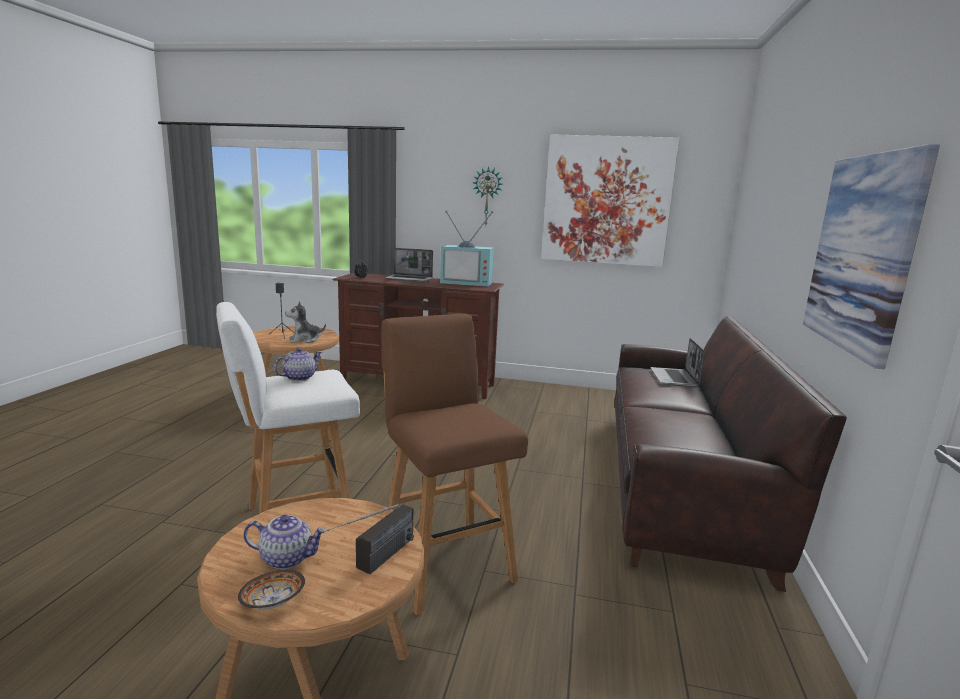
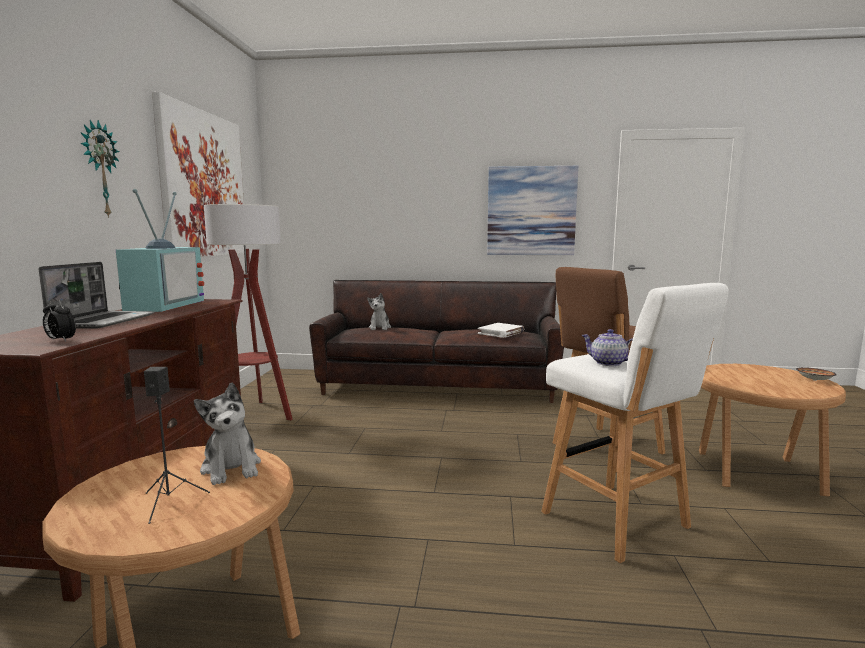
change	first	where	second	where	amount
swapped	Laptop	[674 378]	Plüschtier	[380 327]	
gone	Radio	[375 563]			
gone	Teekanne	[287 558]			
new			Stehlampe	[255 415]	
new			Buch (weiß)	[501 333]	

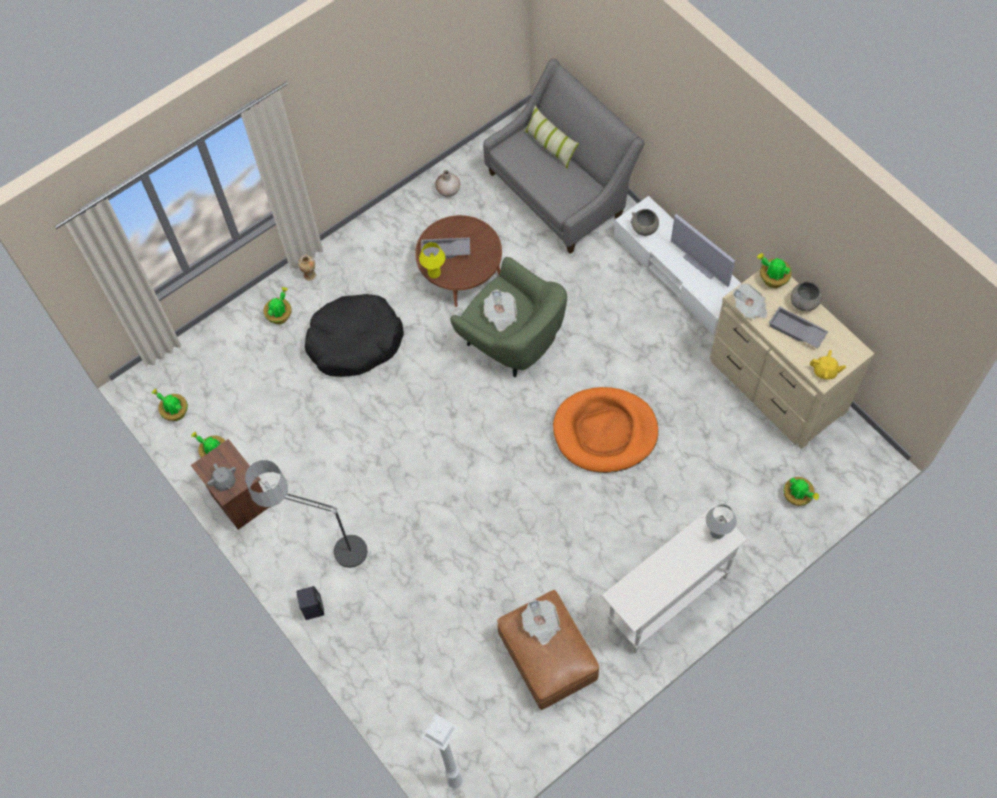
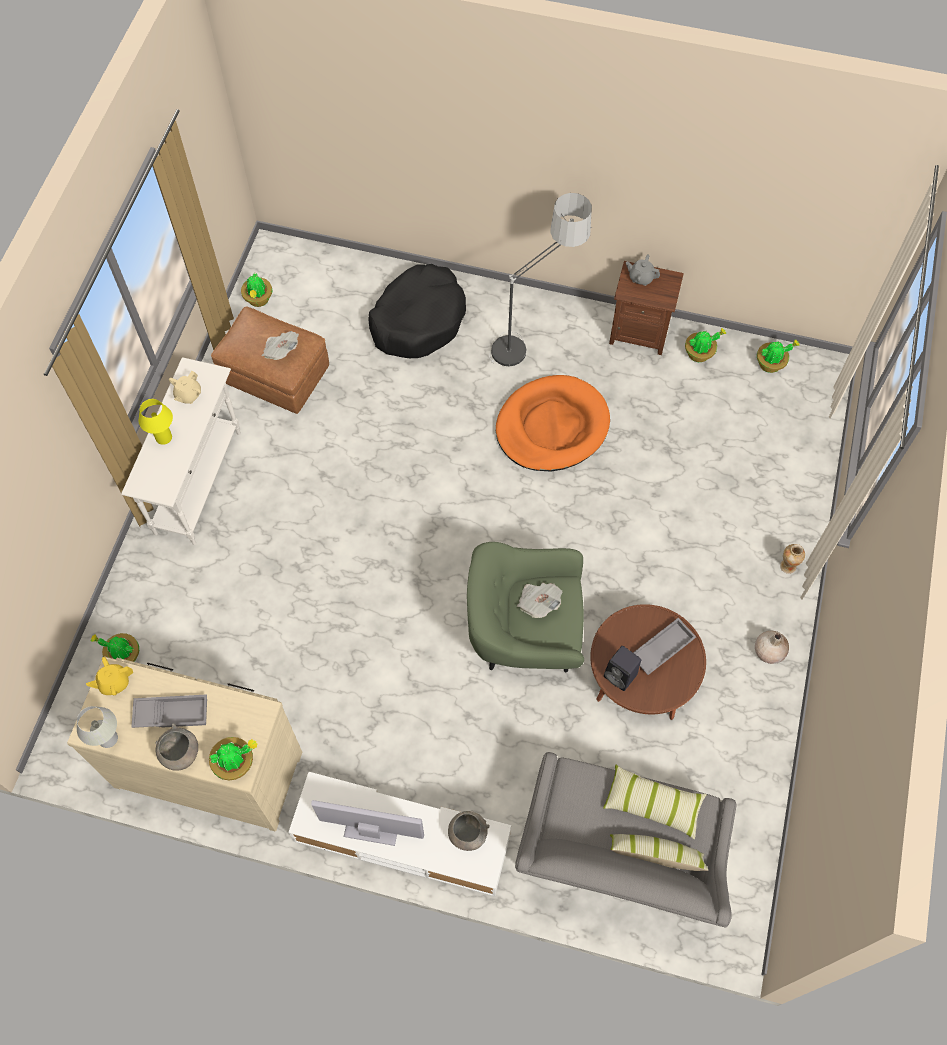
change	first	where	second	where	amount
shifted	Vase (beige)	[448 190]		[768 651]	
shifted	Tischlampe (gelb)	[434 273]		[164 438]	
gone	Zeitung	[749 308]			
shifted	Topfpflanze	[280 315]		[258 300]	
shifted	Hundebett (schwarz)	[355 342]		[418 320]	
shifted	Hundebett (orange)	[605 432]		[552 427]	
shifted	Tischlampe (weiß)	[717 532]		[108 739]	
shifted	Lautsprecher (schwarz)	[312 607]		[621 676]	
gone	Stehlampe (weiß)	[454 779]			
new			Teekanne (beige)	[188 395]	
new			Kissen	[653 804]	

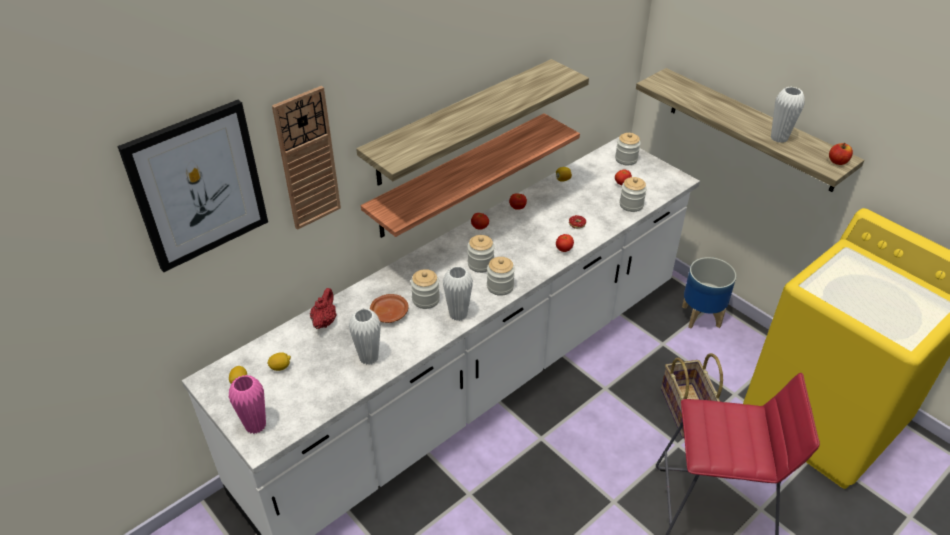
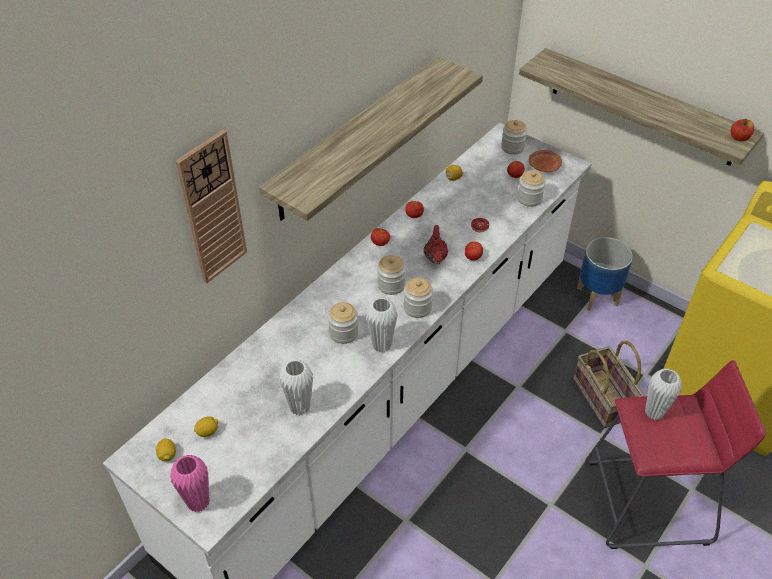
change	first	where	second	where	amount
shifted	Vase (weiß)	[779 138]		[654 412]	
gone	Bild	[198 186]			
gone	Wandregal	[459 175]			
shifted	Teekanne (rot)	[324 321]		[435 257]	
shifted	Teller (braun)	[389 313]		[544 165]	

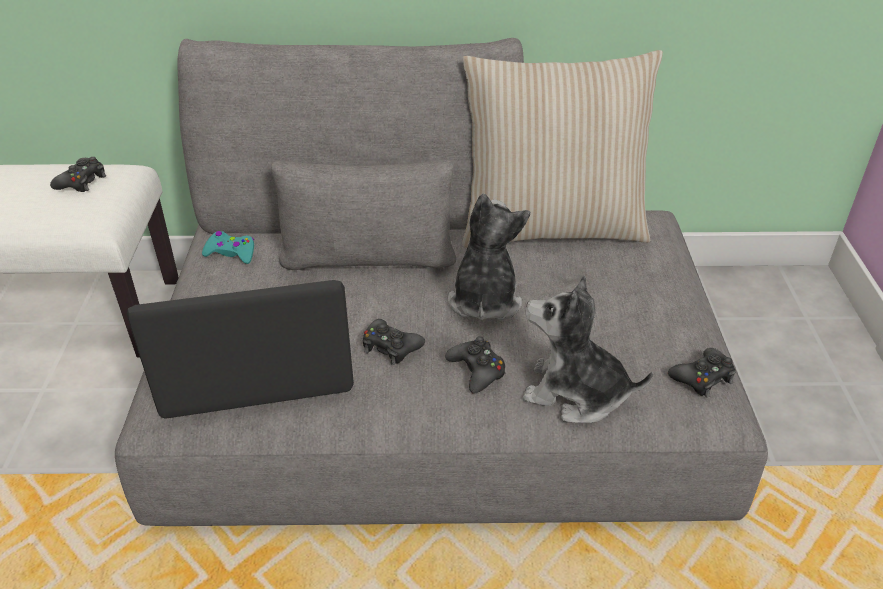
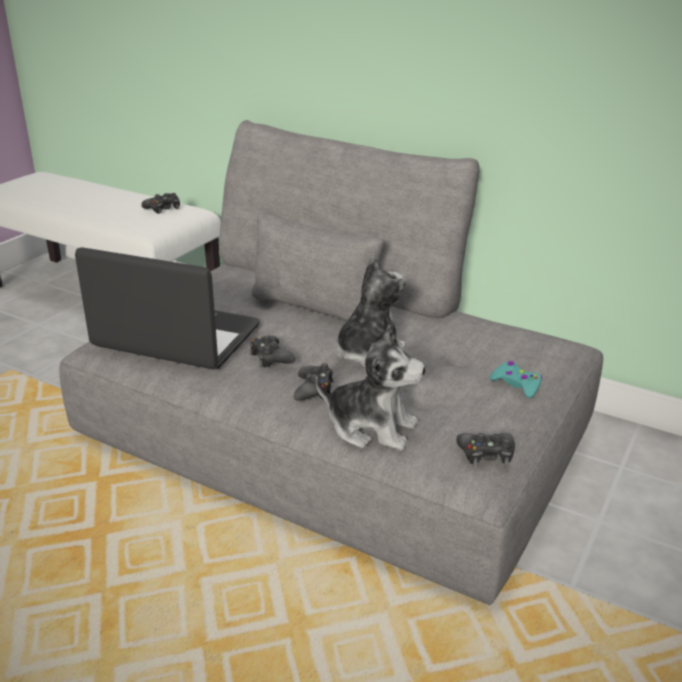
change	first	where	second	where	amount
gone	Kissen (beige)	[551 226]			
shifted	Gamepad (türkis)	[231 253]		[516 384]	
rotated	Plüschtier	[575 394]		[371 427]	150 degrees clockwise

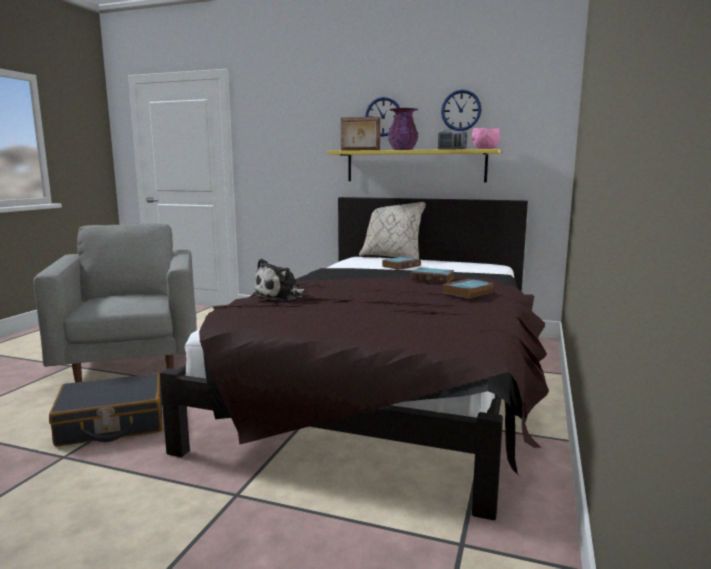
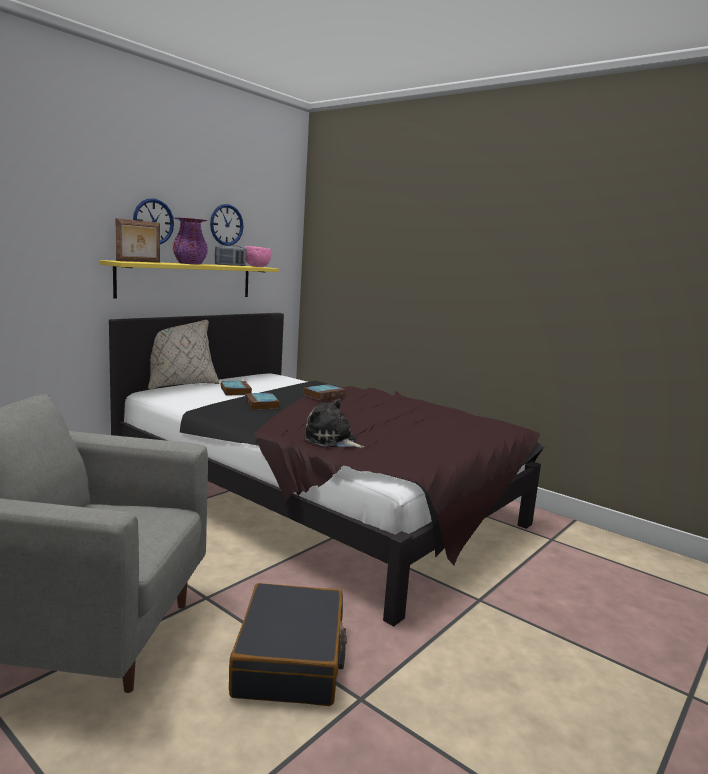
change	first	where	second	where	amount
rotated	Plüschtier	[281 296]		[332 440]	150 degrees clockwise
shifted	Buch	[467 292]		[262 405]	

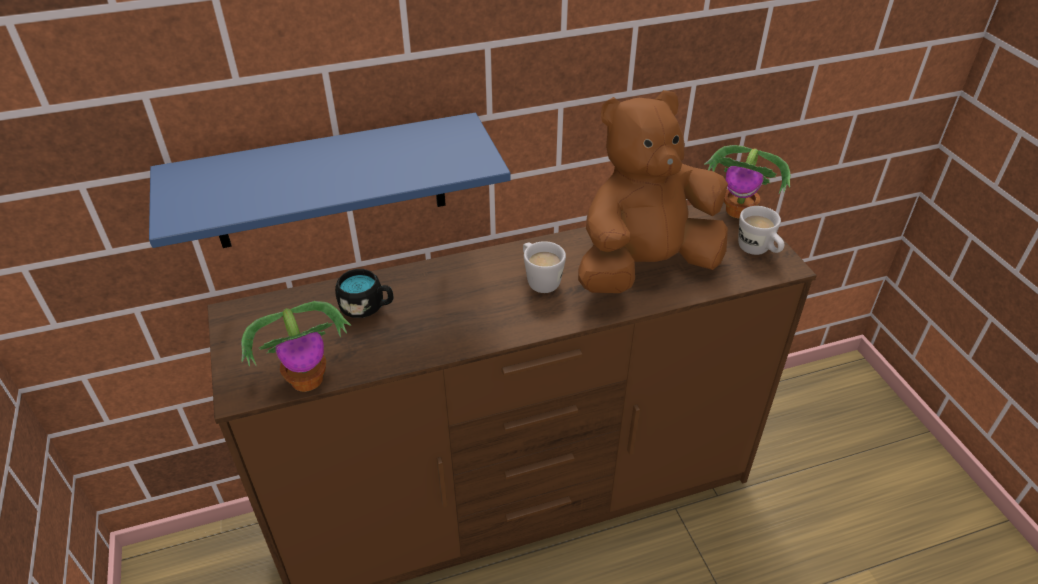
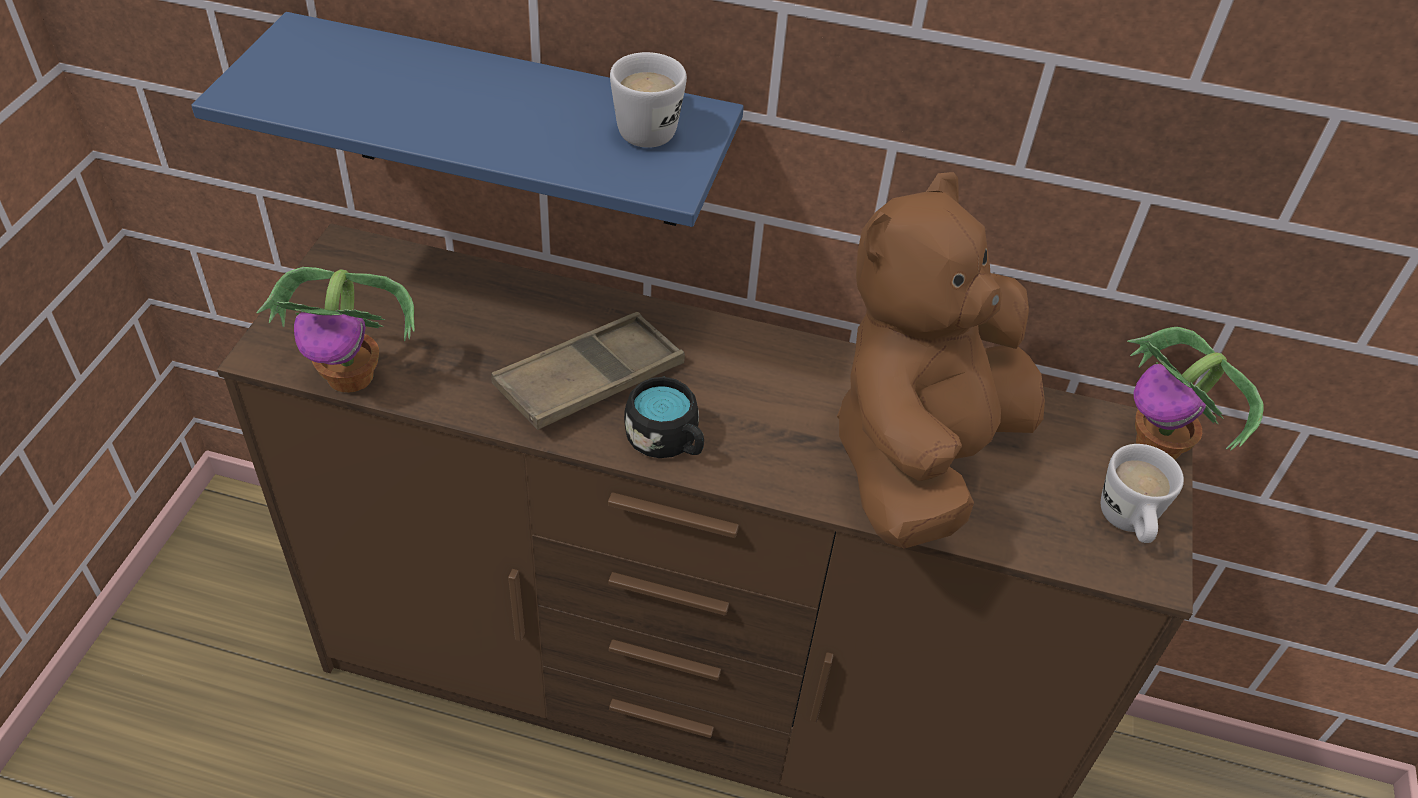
change	first	where	second	where	amount
rotated	Plüschtier (braun)	[644 267]		[921 455]	60 degrees counterclockwise
shifted	Henkelbecher (weiß)	[539 280]		[648 126]	
shifted	Henkelbecher (schwarz)	[367 307]		[668 442]	
new			Tablett (braun)	[590 379]	

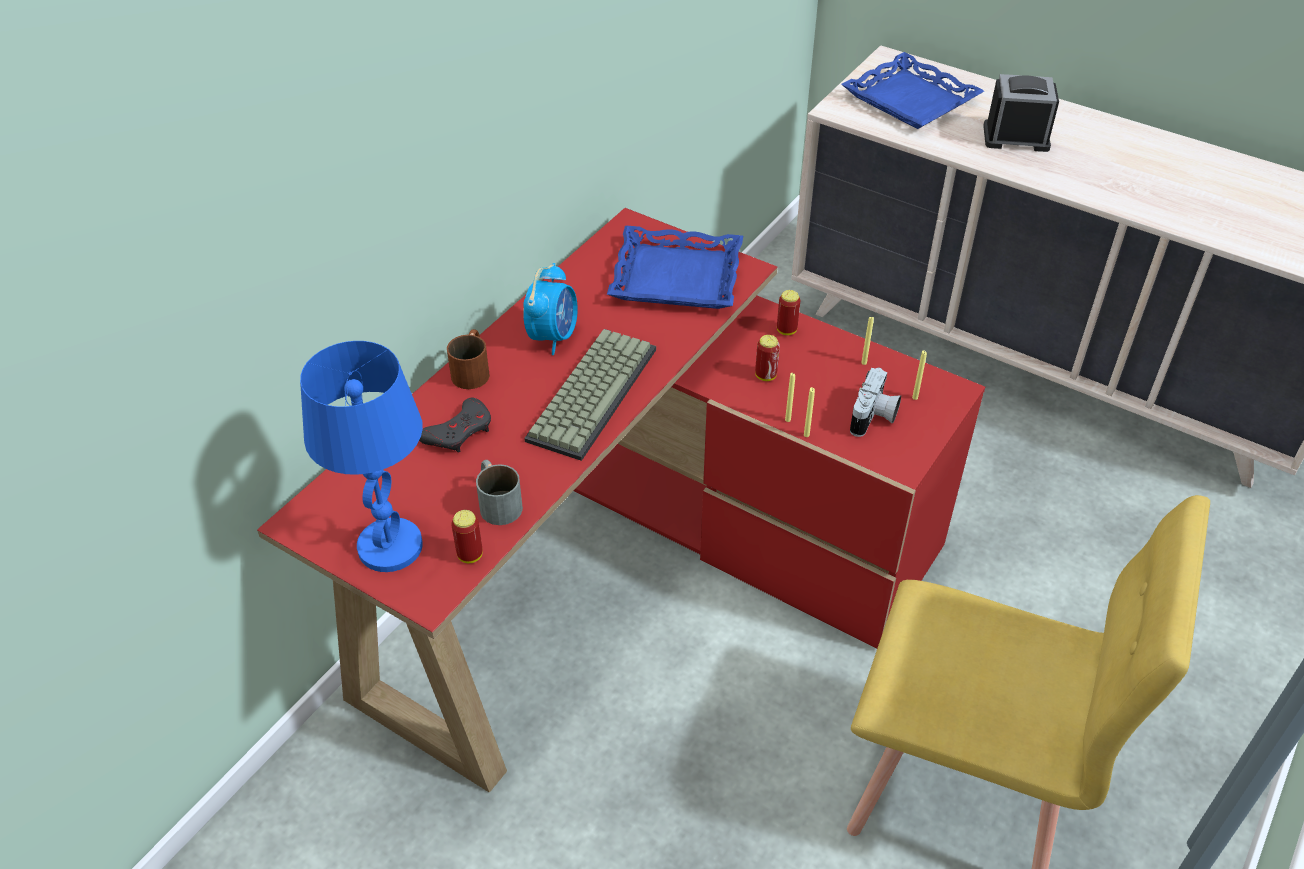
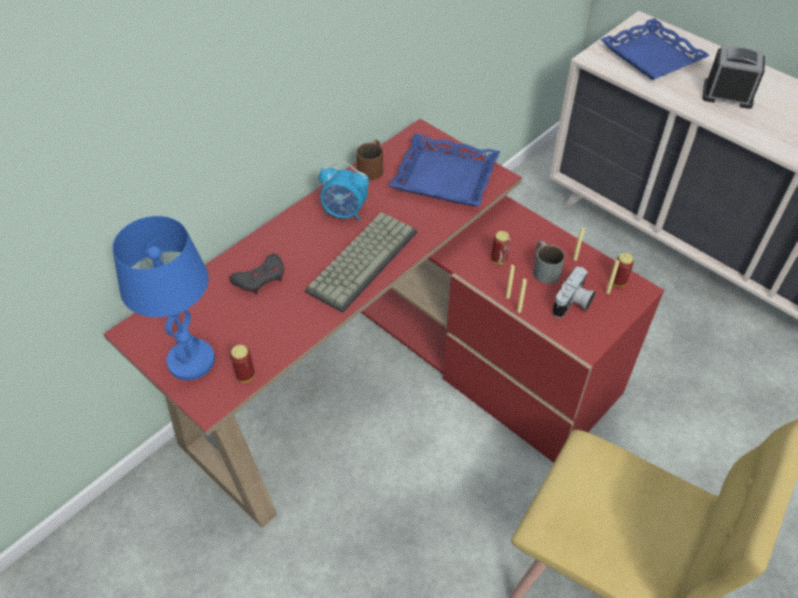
change	first	where	second	where	amount
rotated	Wecker	[553 336]		[345 212]	75 degrees clockwise
shifted	Dose	[786 330]		[618 282]	
shifted	Henkelbecher (braun)	[472 369]		[372 167]	
shifted	Henkelbecher (grau)	[497 501]		[543 268]	

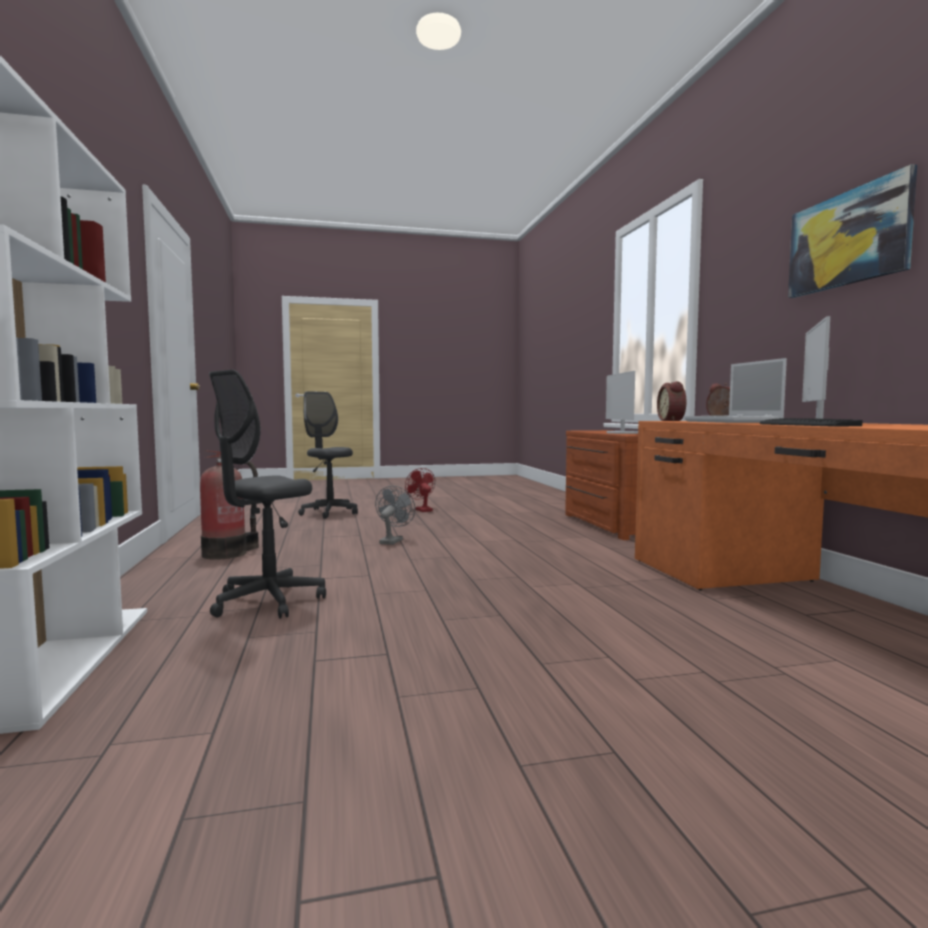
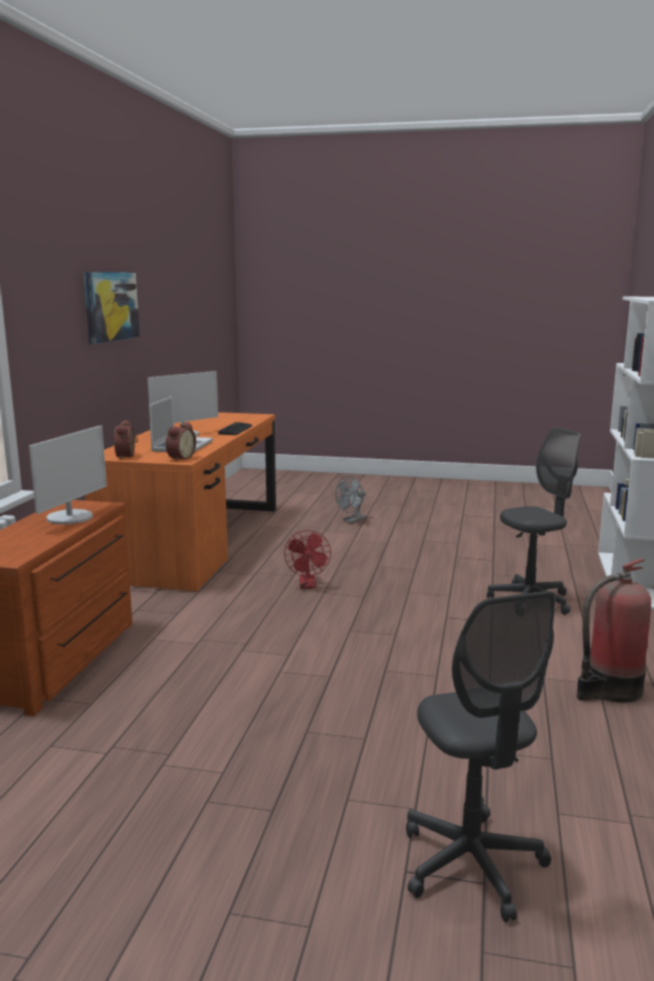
change	first	where	second	where	amount
shifted	Ventilator (rot)	[421 510]		[308 585]	
shifted	Ventilator (grau)	[392 541]		[352 521]	

